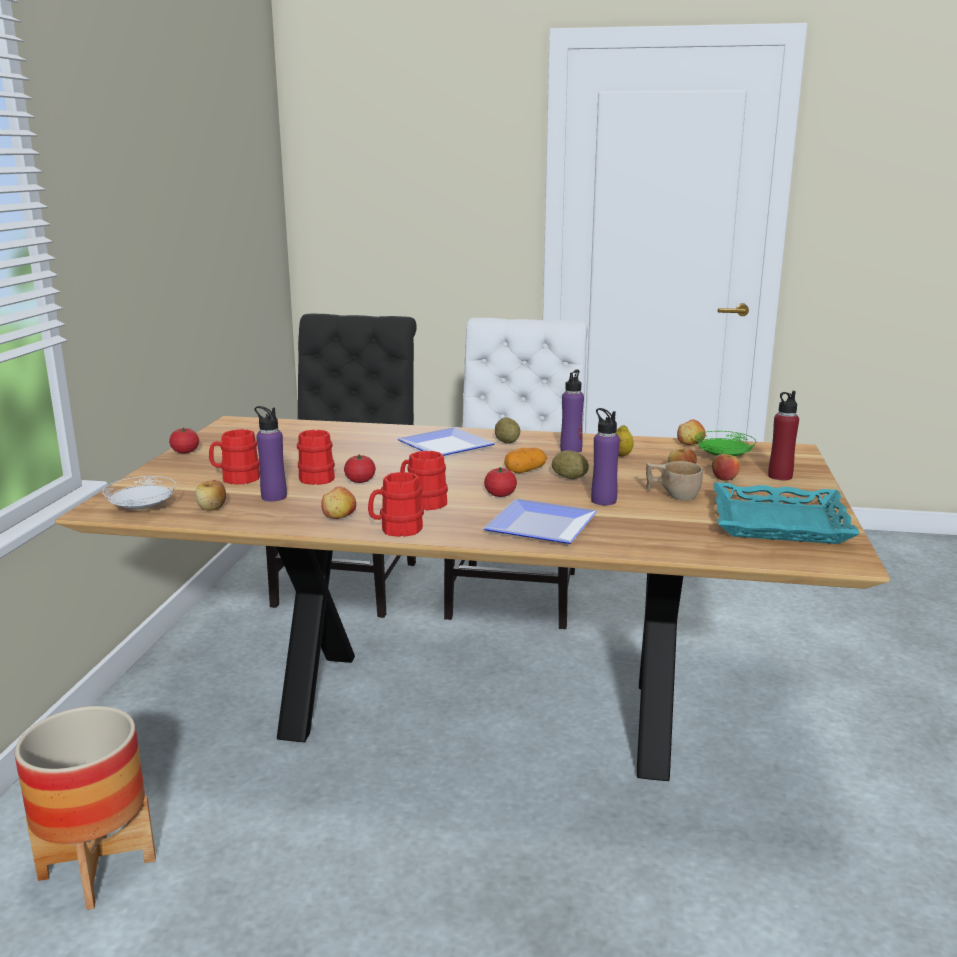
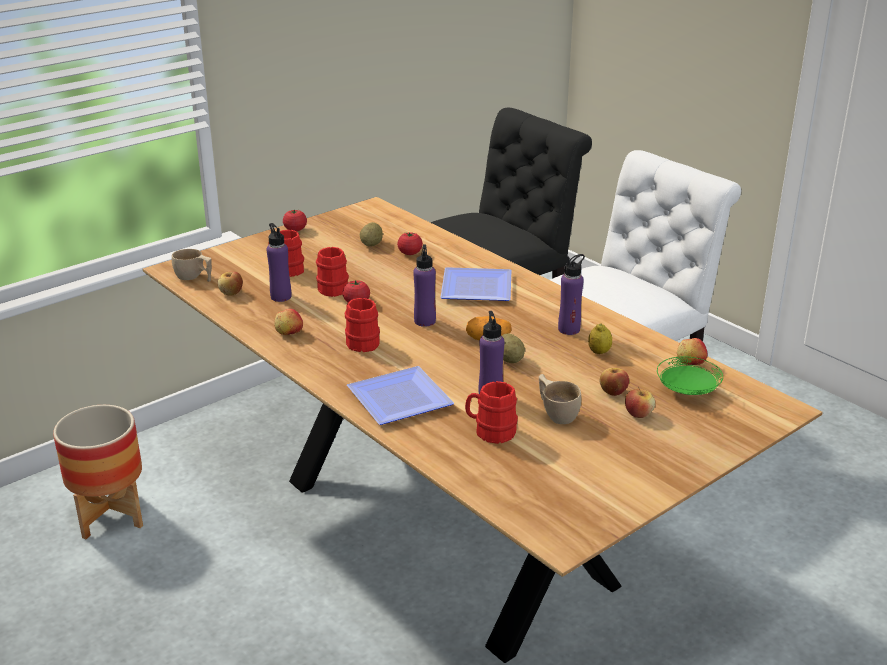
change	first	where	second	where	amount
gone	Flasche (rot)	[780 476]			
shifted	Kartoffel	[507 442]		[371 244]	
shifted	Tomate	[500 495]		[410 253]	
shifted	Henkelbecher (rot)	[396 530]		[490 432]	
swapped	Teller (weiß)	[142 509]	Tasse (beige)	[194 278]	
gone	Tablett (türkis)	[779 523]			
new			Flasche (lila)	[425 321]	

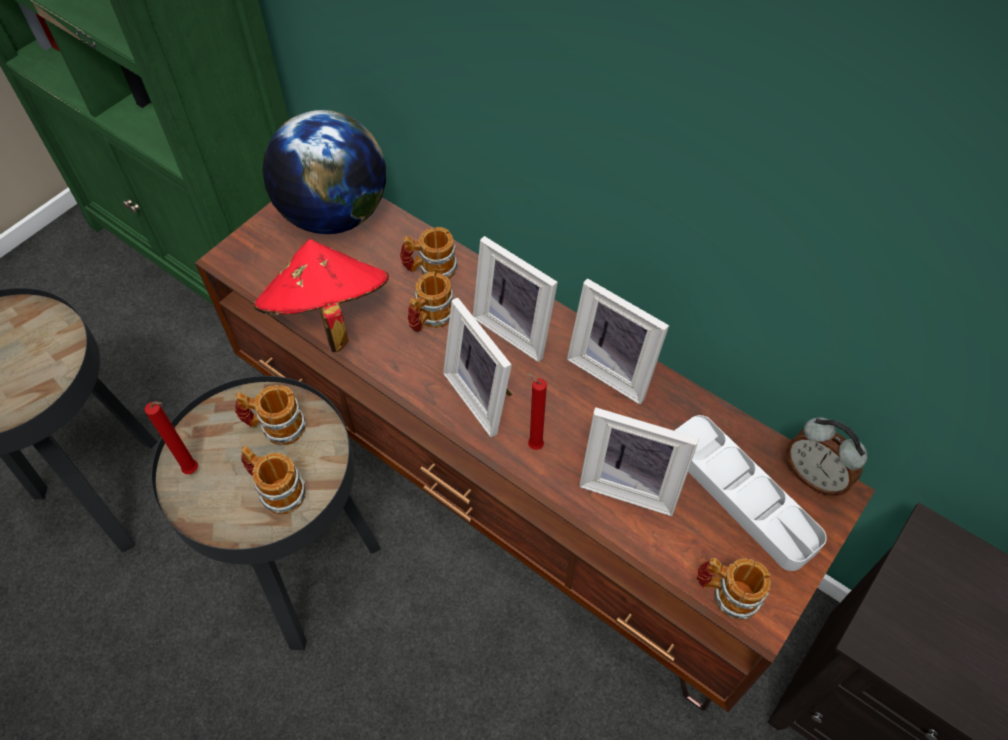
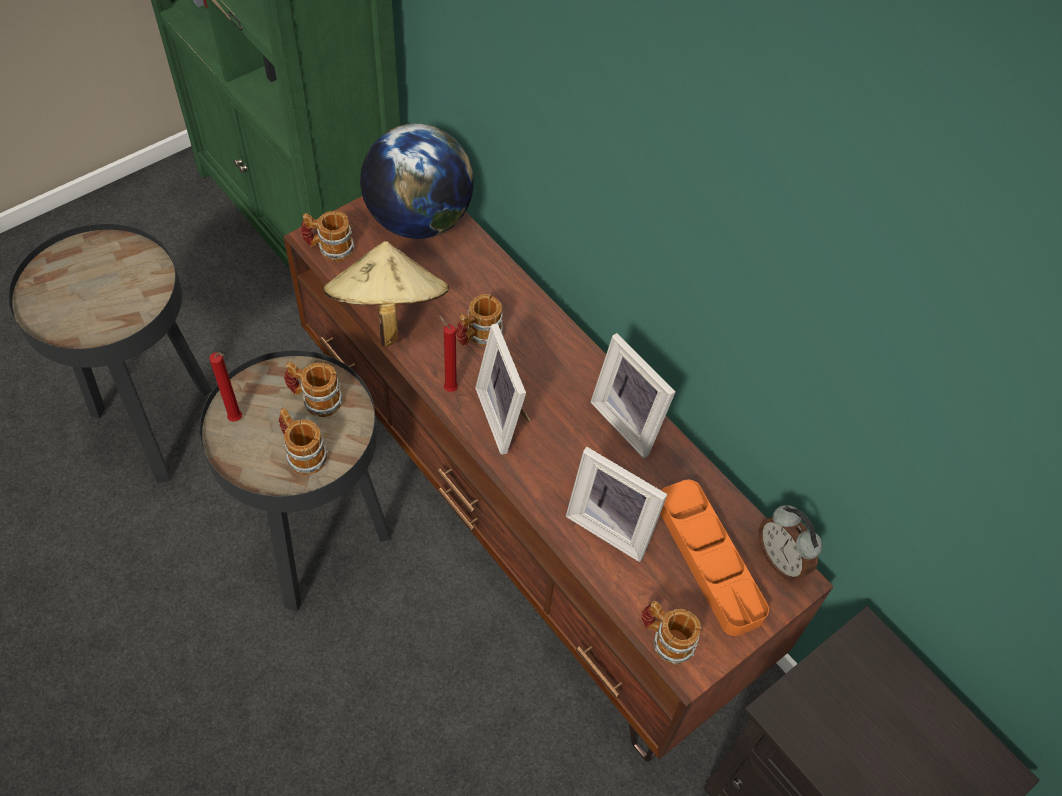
change	first	where	second	where	amount
shifted	Henkelbecher	[430 269]		[329 248]	
gone	Bilderrahmen	[517 328]			
repainted	Hut (rot)	[328 317]	Hut (beige)	[387 313]	
shifted	Kerze (rot)	[533 445]		[449 388]	
repainted	Tablett (grau)	[741 495]	Tablett (orange)	[709 560]	

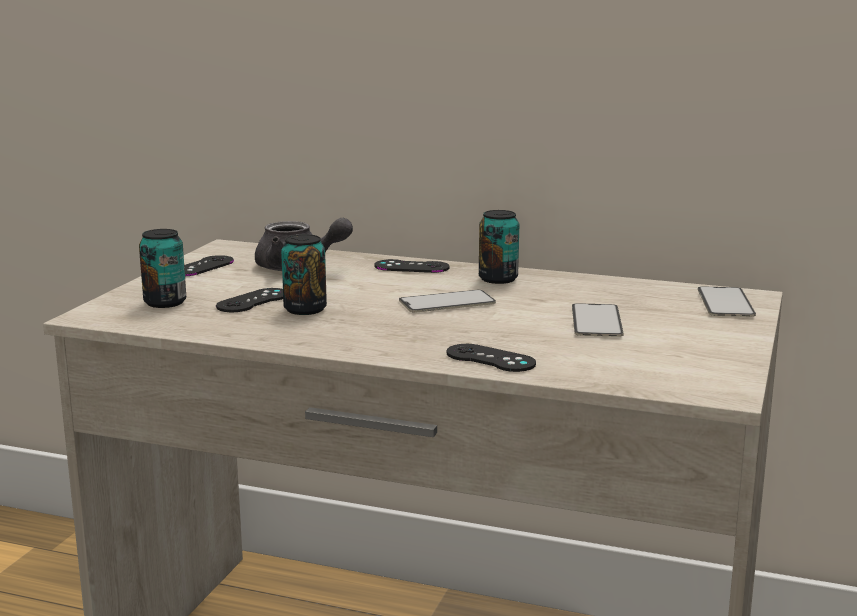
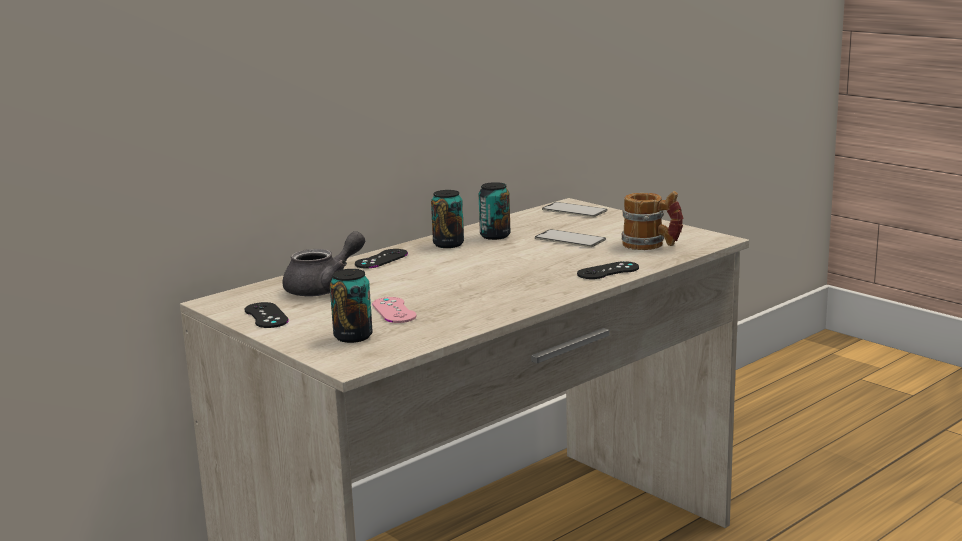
change	first	where	second	where	amount
shifted	Dose	[305 309]		[495 236]	
repainted	Gamepad (schwarz)	[253 301]	Gamepad (rosa)	[394 310]	
gone	Handy	[447 302]			
new			Henkelbecher	[651 245]	

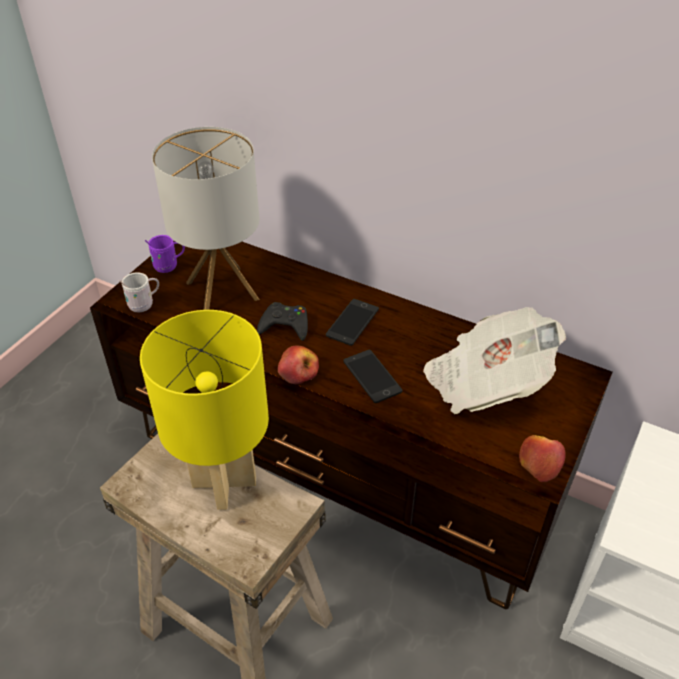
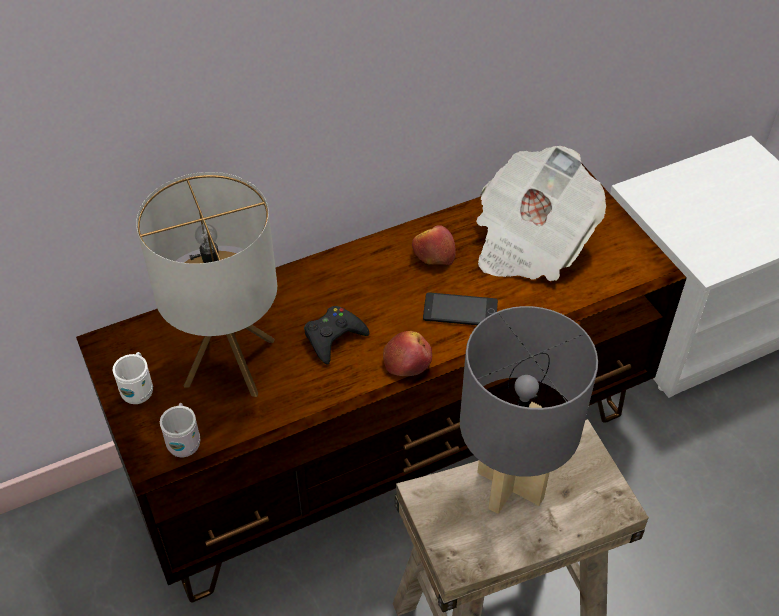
change	first	where	second	where	amount
repainted	Henkelbecher (lila)	[169 266]	Henkelbecher (weiß)	[139 389]	
gone	Handy	[352 322]			
repainted	Tischlampe (gelb)	[223 483]	Tischlampe (grau)	[510 486]	
shifted	Apfel	[539 462]		[433 254]	

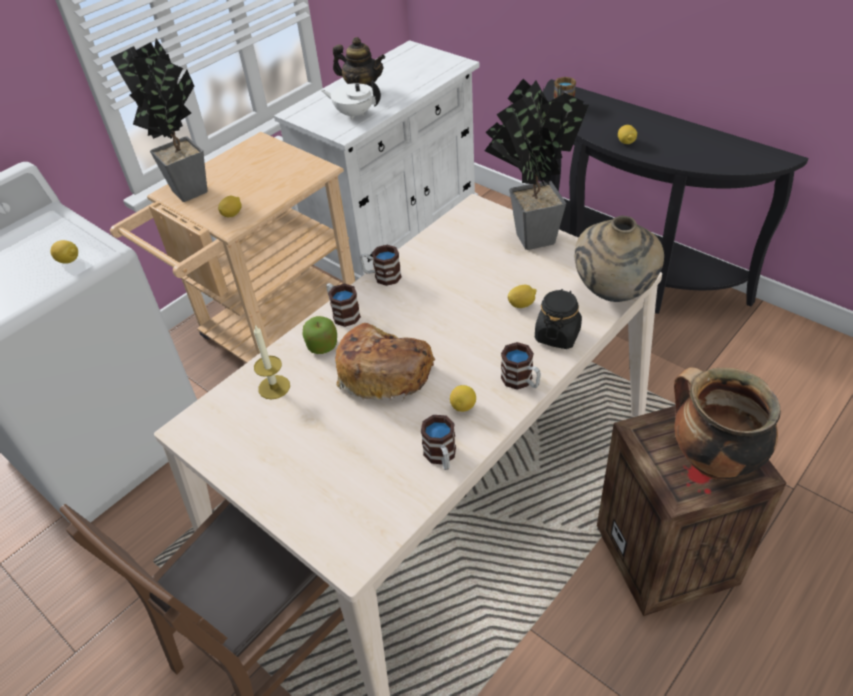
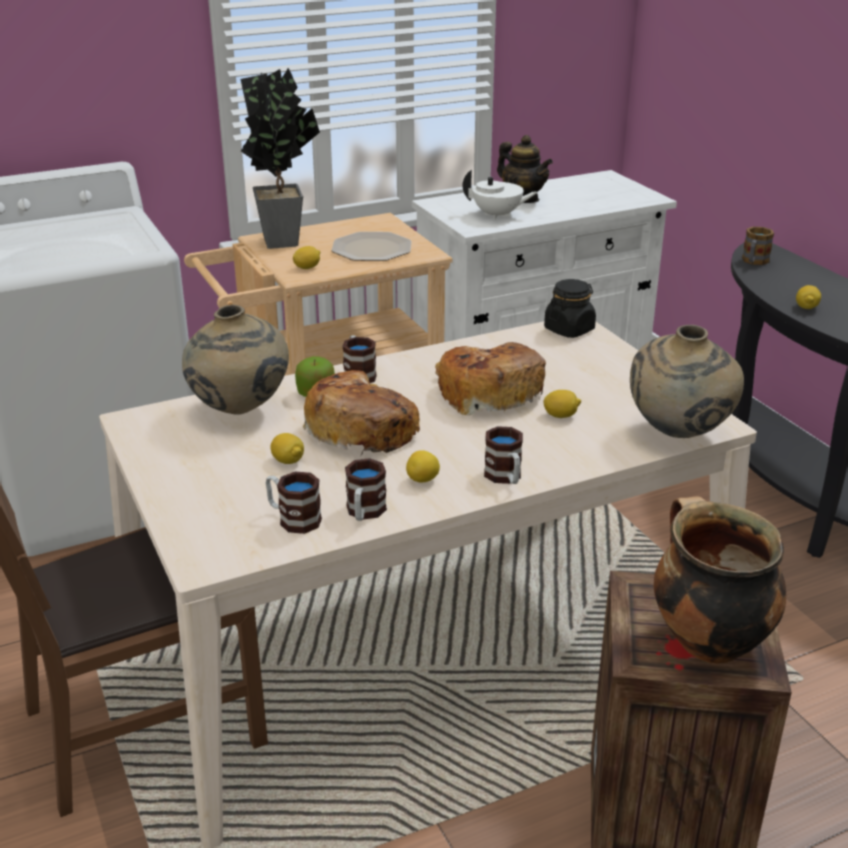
change	first	where	second	where	amount
gone	Topfpflanze	[528 237]			
rotated	Teekanne (weiß)	[354 114]		[497 215]	150 degrees clockwise
shifted	Zitrone	[68 260]		[288 461]	
shifted	Henkelbecher	[382 276]		[293 519]	
shifted	Vorratsglas (schwarz)	[557 335]		[569 329]	
swapped	Kerze	[274 387]	Vase (beige)	[241 412]	
new			Teller	[372 249]	
new			Brot	[488 393]	

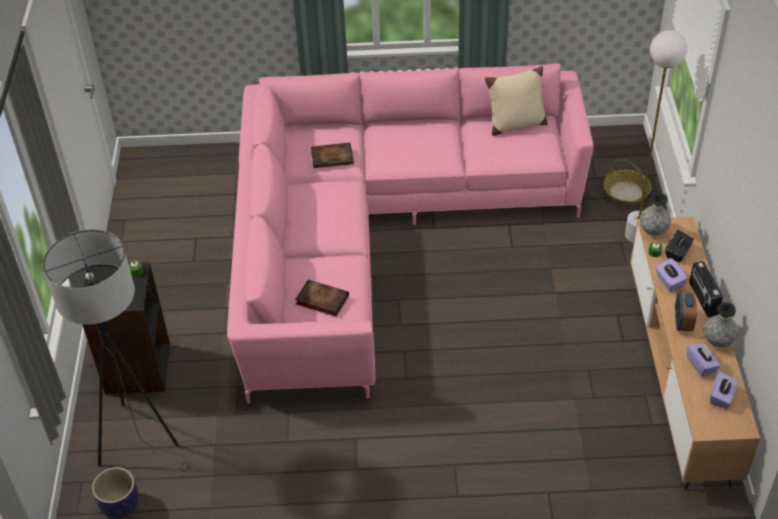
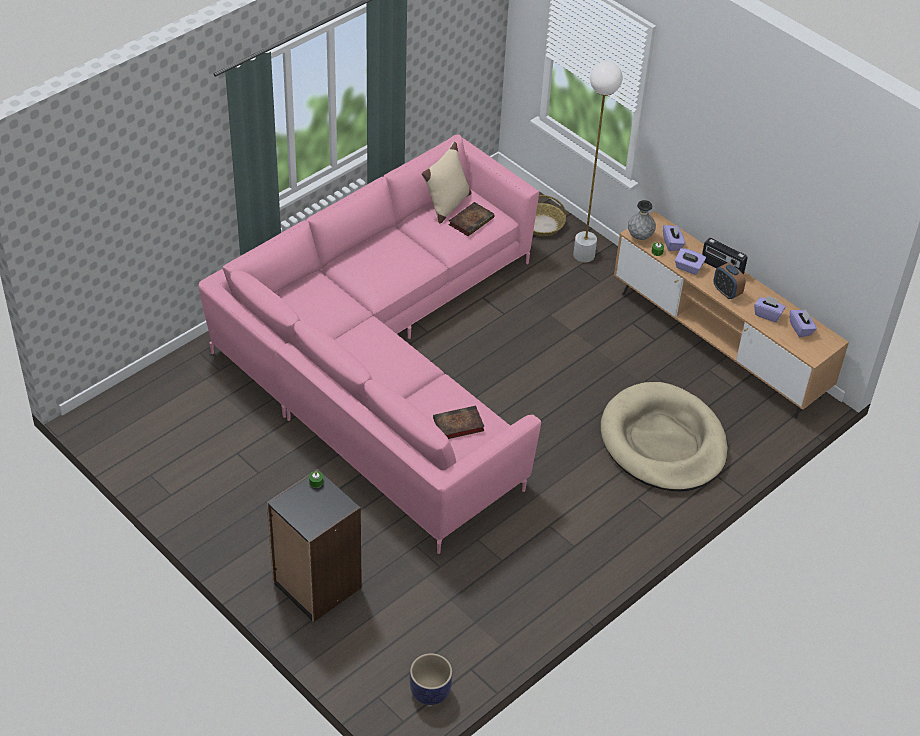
change	first	where	second	where	amount
shifted	Buch	[333 157]		[471 221]	
gone	Stehlampe (grau)	[140 438]			
repainted	Taschentuchbox (schwarz)	[678 253]	Taschentuchbox (lila)	[672 243]	
gone	Vase (grau)	[717 342]			
new			Hundebett (beige)	[663 442]	

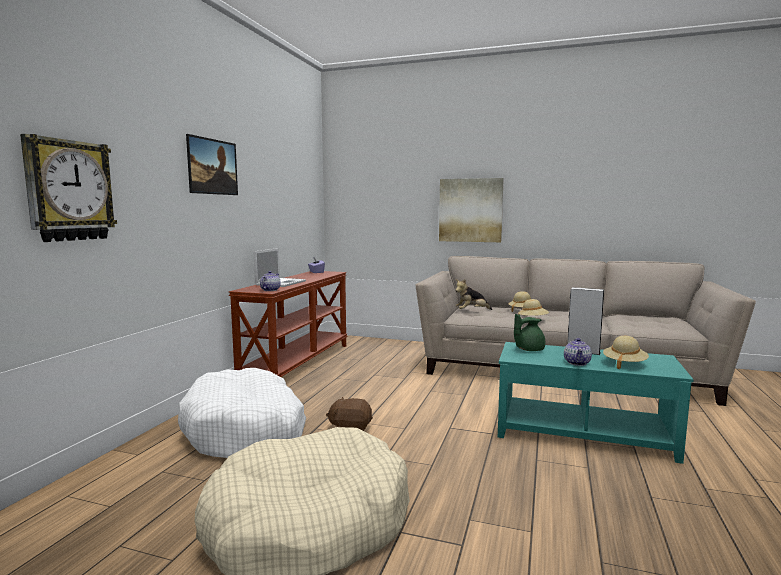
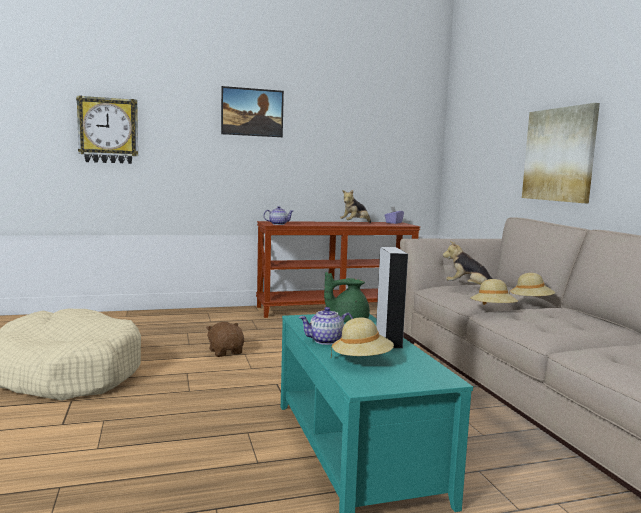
change	first	where	second	where	amount
gone	Laptop	[281 283]			
rotated	Teekanne (grün)	[528 349]		[347 320]	45 degrees counterclockwise
gone	Hundebett (weiß)	[246 430]			
new			Plüschtier	[355 223]	

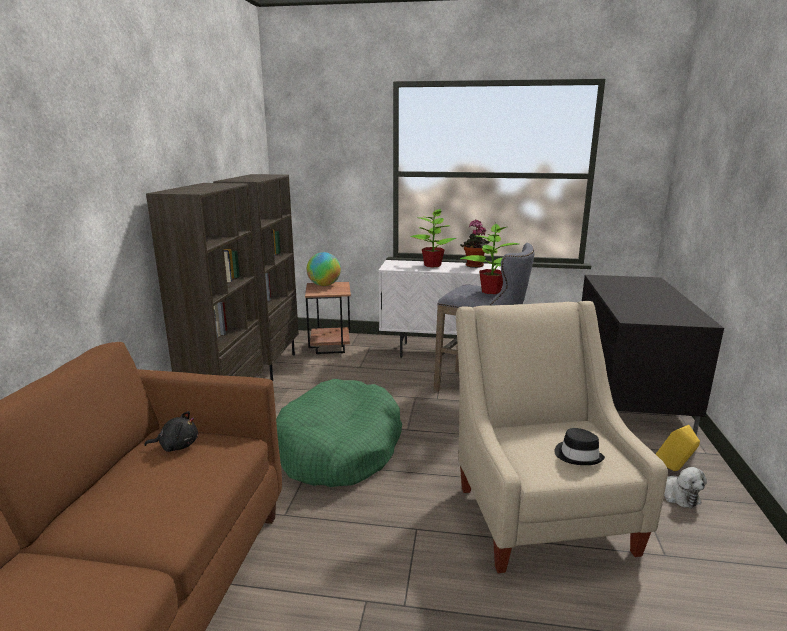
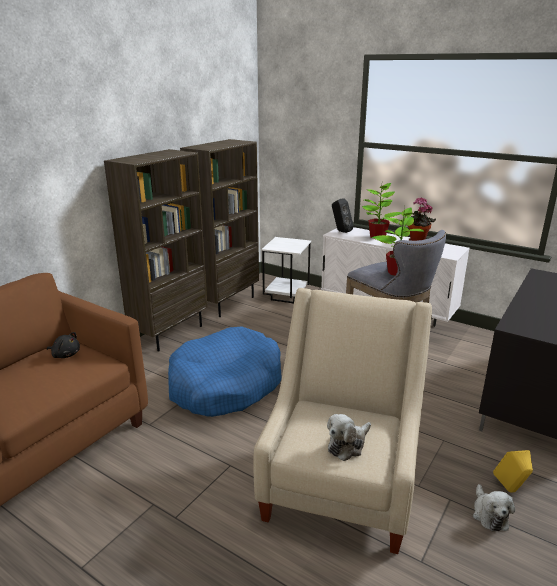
change	first	where	second	where	amount
gone	Globus	[324 285]			
repainted	Beistelltisch (braun)	[331 348]	Beistelltisch (weiß)	[287 297]	
repainted	Hundebett (grün)	[339 448]	Hundebett (blau)	[225 385]	
swapped	Hut (schwarz)	[578 455]	Plüschtier	[348 445]	
new			Lautsprecher (schwarz)	[340 231]	

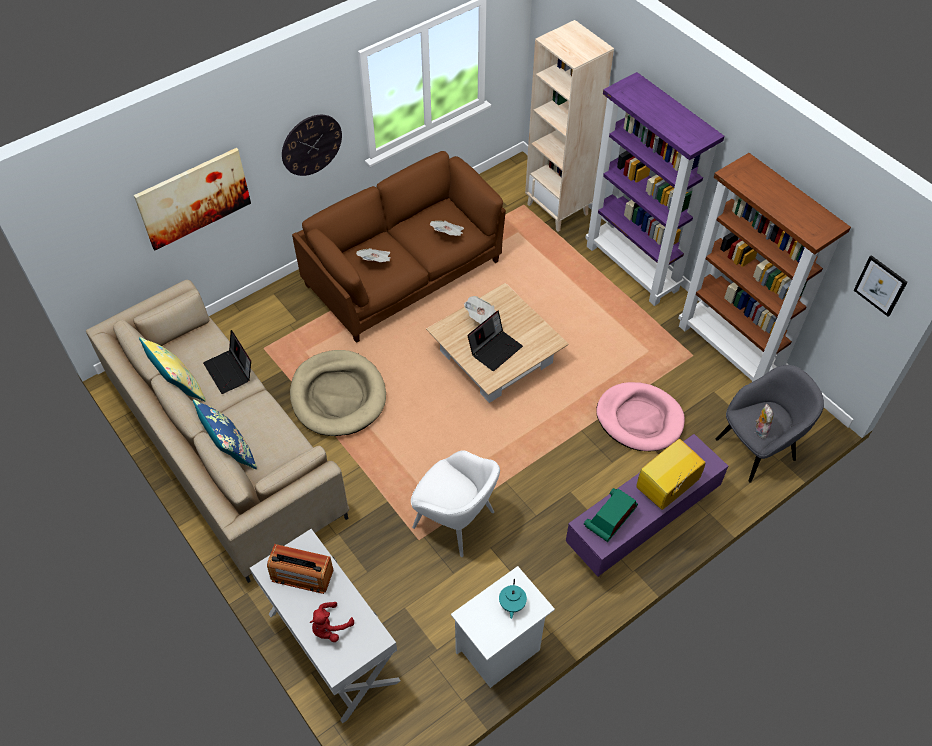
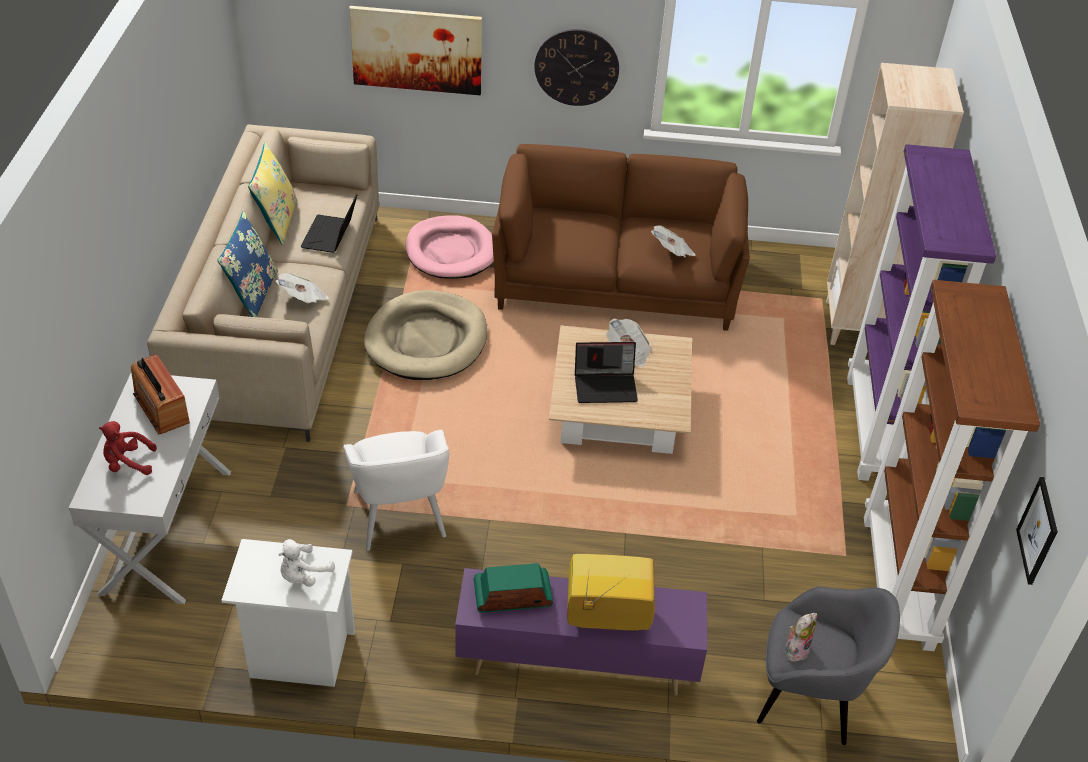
change	first	where	second	where	amount
shifted	Zeitung	[376 261]		[303 298]	
shifted	Hundebett (rosa)	[639 419]		[450 251]	
swapped	Teekanne (türkis)	[511 604]	Plüschtier (weiß)	[303 575]	

